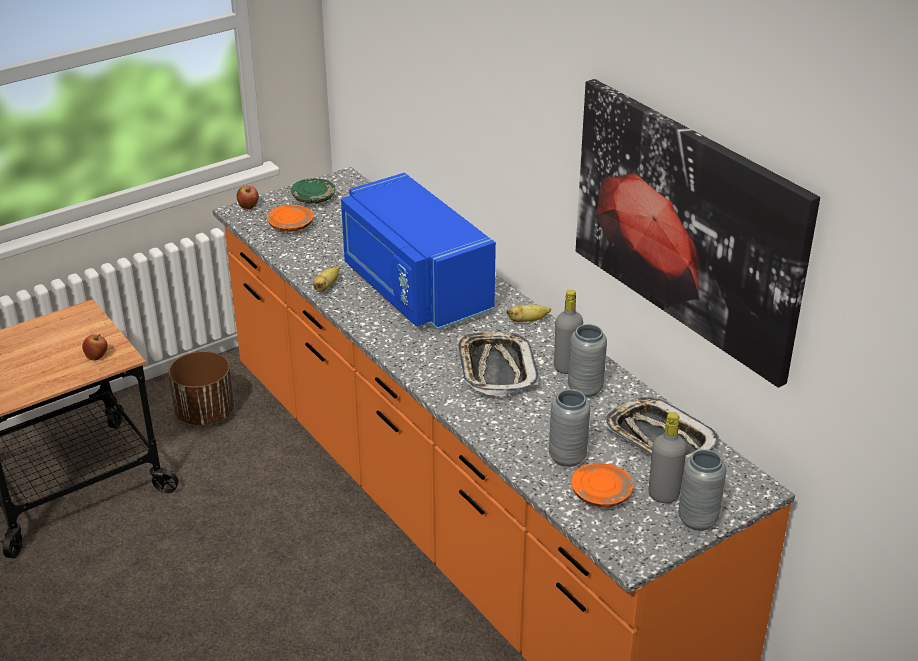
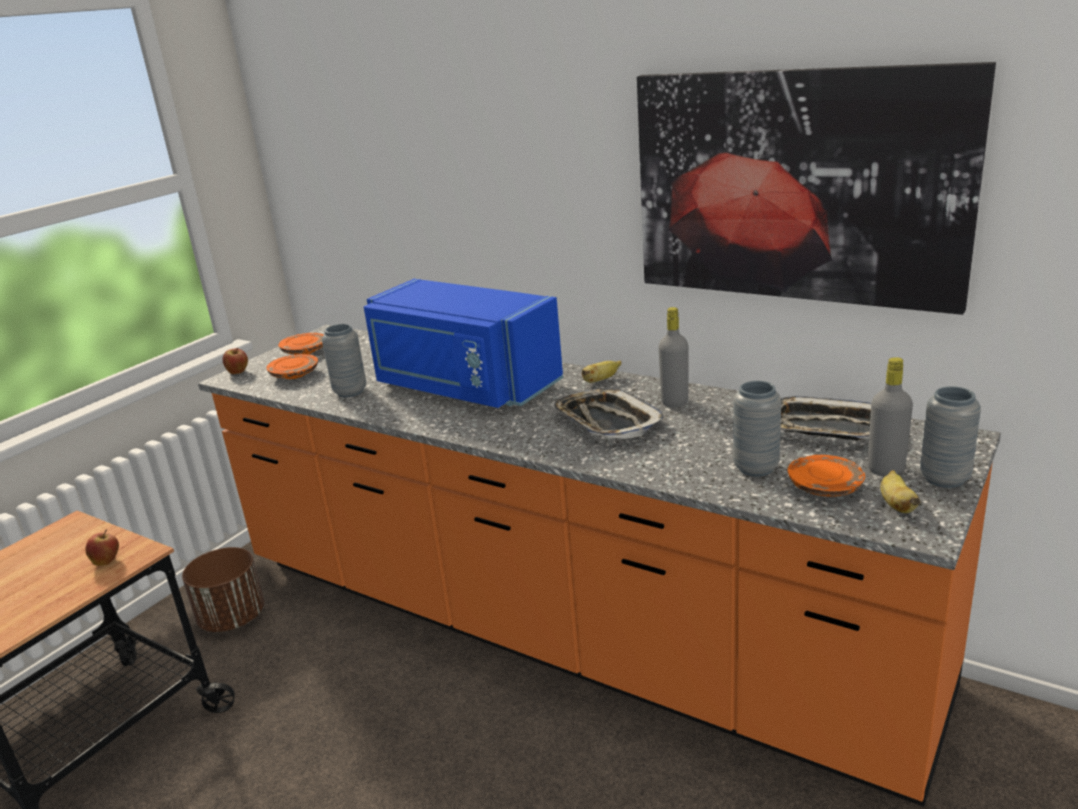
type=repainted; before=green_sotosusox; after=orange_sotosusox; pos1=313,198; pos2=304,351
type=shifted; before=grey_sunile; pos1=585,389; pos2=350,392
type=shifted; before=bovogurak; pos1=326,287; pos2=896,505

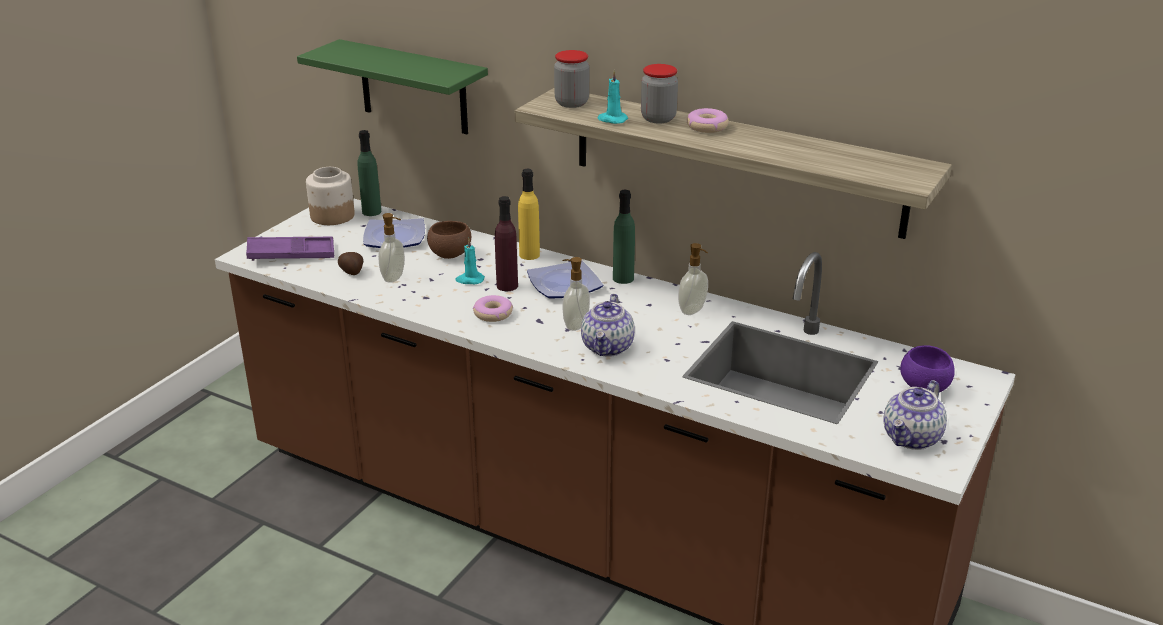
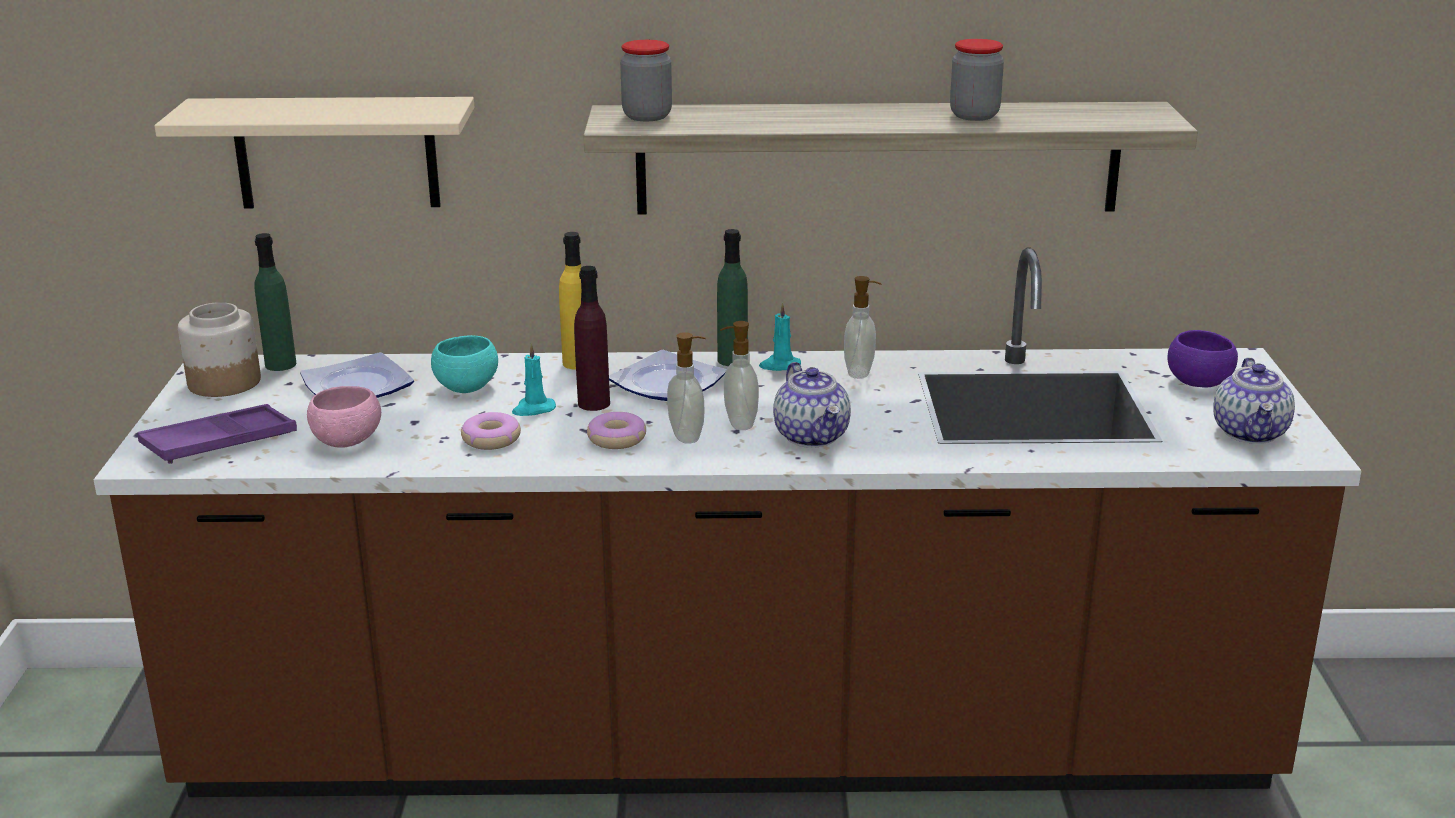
type=repainted; before=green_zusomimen; after=beige_zusomimen; pos1=413,87; pos2=336,152
type=swapped; before=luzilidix; after=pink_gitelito; pos1=352,272; pos2=347,441
type=repainted; before=brown_gitelito; after=turquoise_gitelito; pos1=450,254; pos2=467,387
type=shifted; before=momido; pos1=707,127; pos2=491,439
type=shifted; before=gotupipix; pos1=394,278; pos2=688,436
type=shifted; before=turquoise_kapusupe; pos1=612,120; pos2=779,366
type=shifted; before=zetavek; pos1=658,118; pos2=974,115

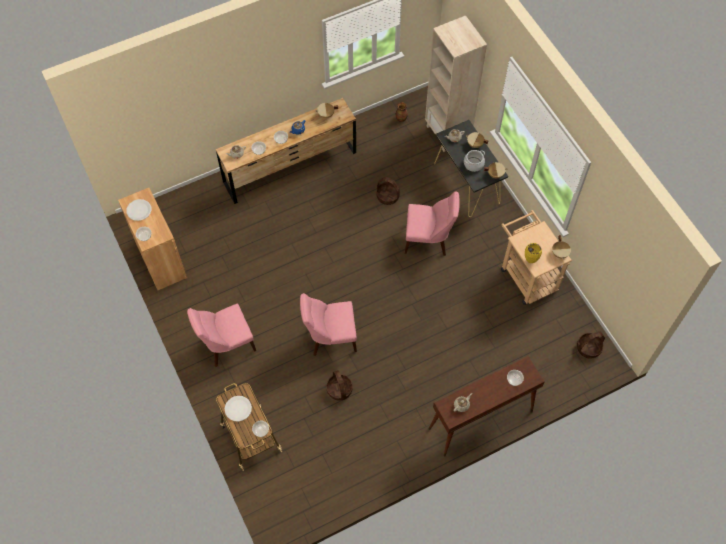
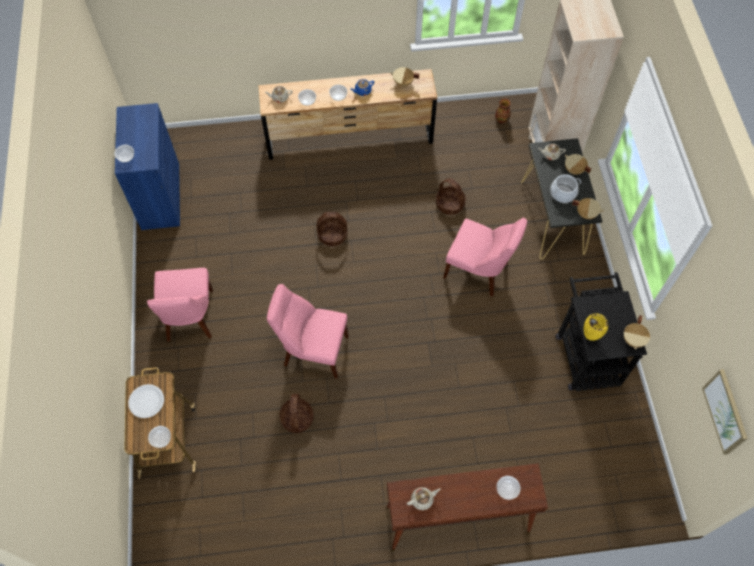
type=repainted; before=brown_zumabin; after=blue_zumabin; pos1=160,259; pos2=160,196
type=rotated; before=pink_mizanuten; pos1=226,344; pos2=189,318; turn=-90
type=shifted; before=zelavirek; pos1=588,348; pos2=332,235
type=repainted; before=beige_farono; after=black_farono; pos1=526,275; pos2=585,353
type=new; after=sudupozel; pos2=725,412
type=gone; before=white_sotosusox; pos1=139,210

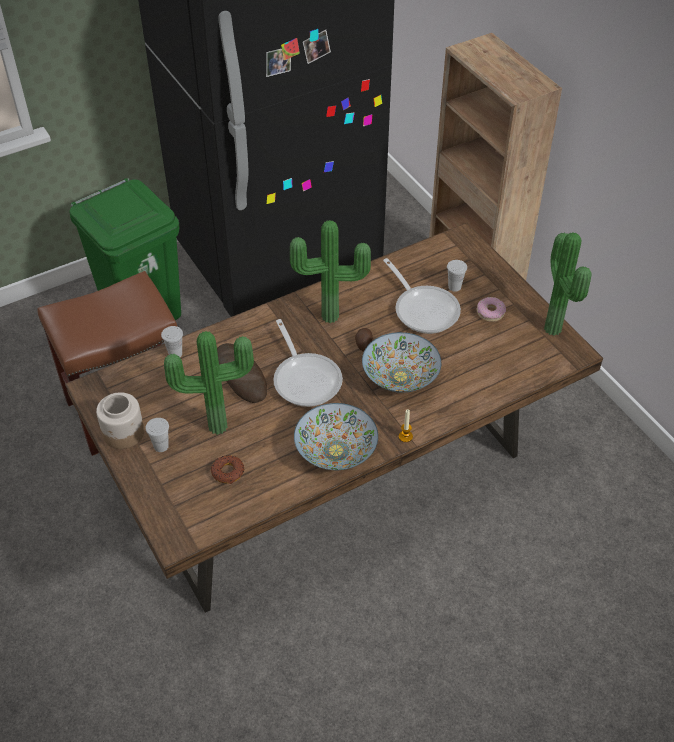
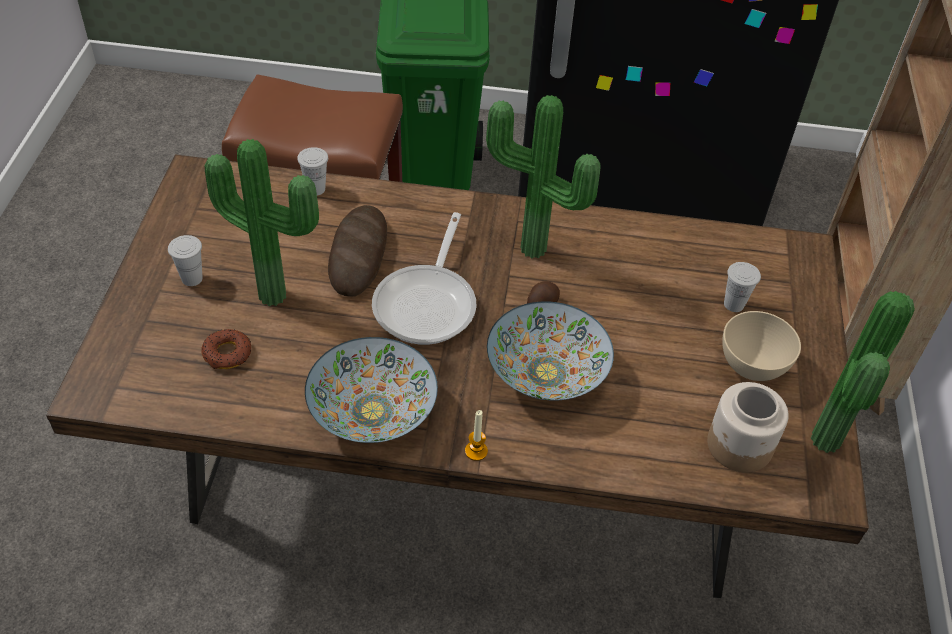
type=shifted; before=zetavek; pos1=123,433; pos2=739,446
type=swapped; before=momido; after=beige_gitelito; pos1=490,312; pos2=752,365
type=gone; before=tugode; pos1=423,309

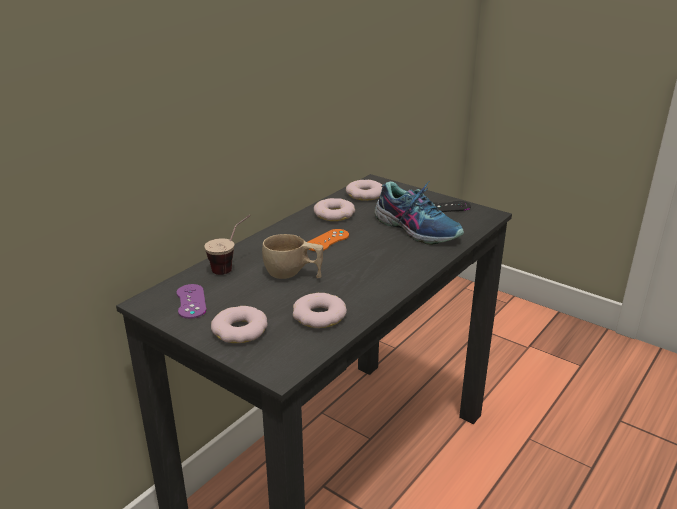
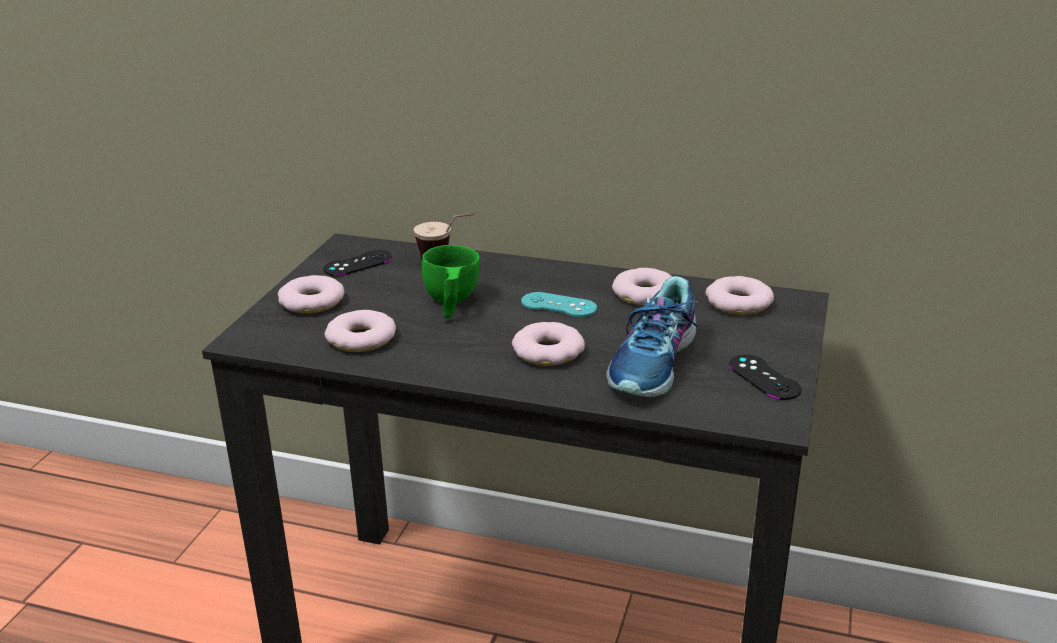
type=repainted; before=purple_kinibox; after=black_kinibox; pos1=191,301; pos2=358,264
type=repainted; before=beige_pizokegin; after=green_pizokegin; pos1=293,274; pos2=450,303
type=new; after=momido; pos2=548,351
type=repainted; before=orange_kinibox; after=turquoise_kinibox; pos1=327,240; pos2=558,305

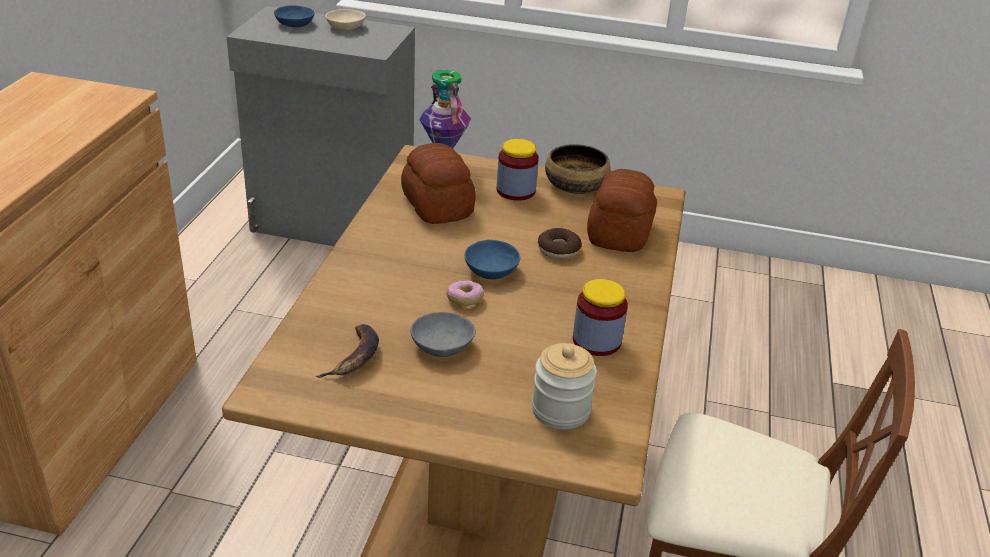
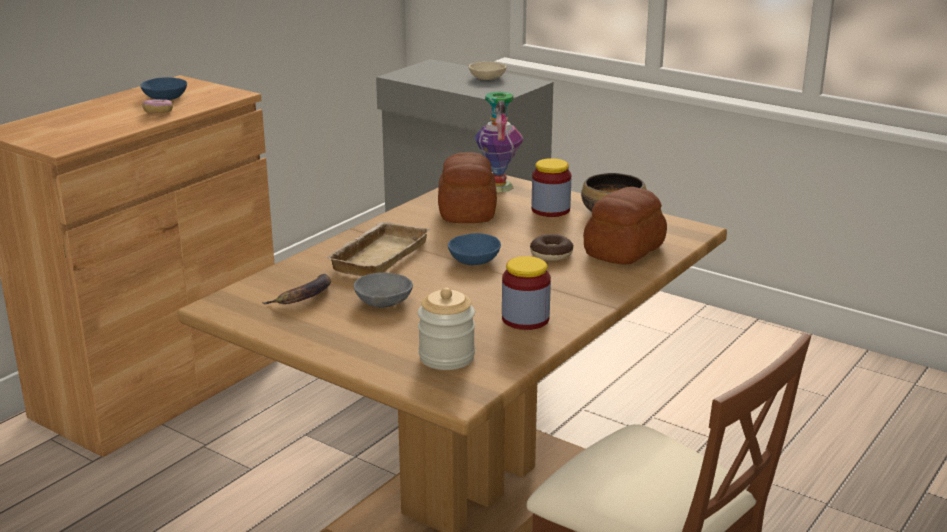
type=shifted; before=blue_gitelito; pos1=294,24; pos2=164,98
type=shifted; before=momido; pos1=464,300; pos2=158,112
type=new; after=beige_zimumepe; pos2=377,255

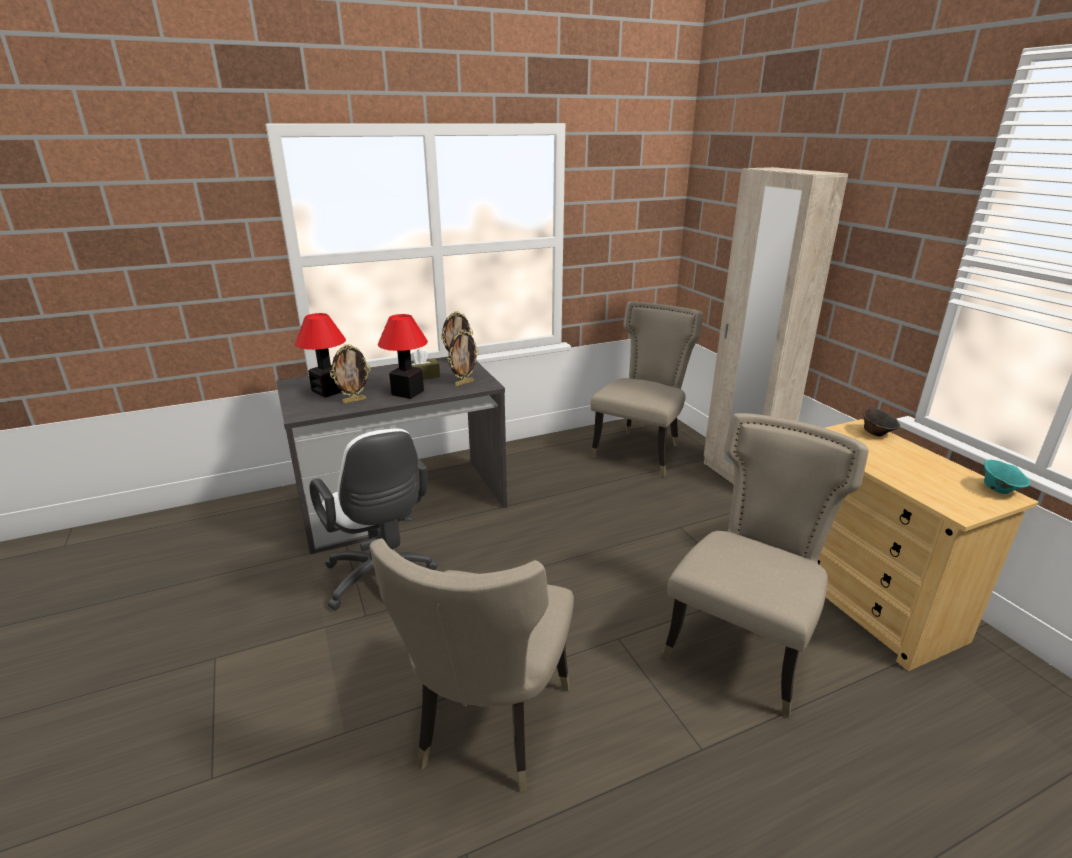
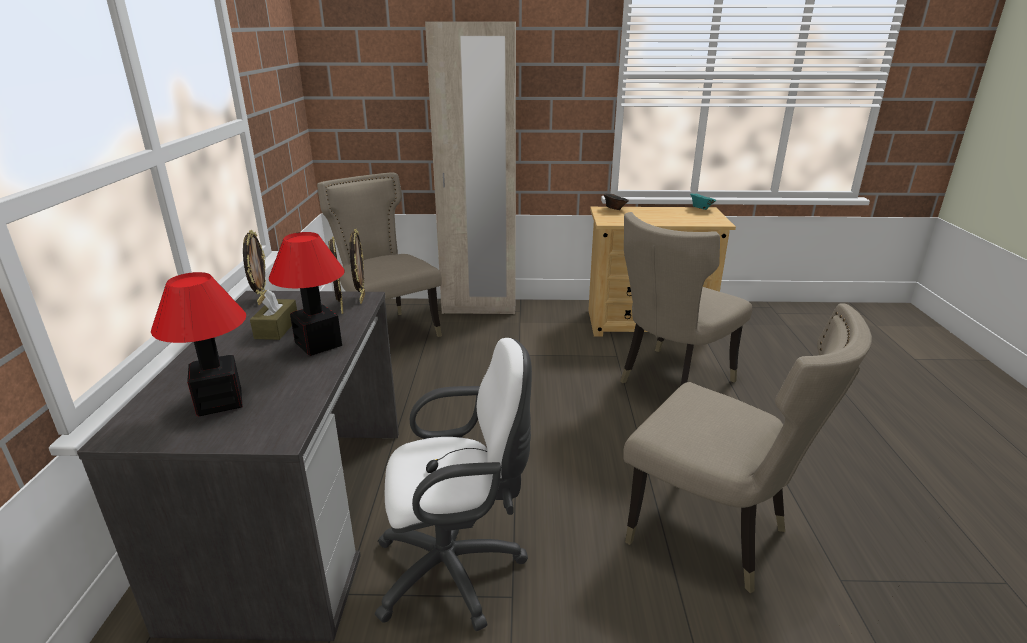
type=shifted; before=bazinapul; pos1=354,401; pos2=361,298
type=rotated; before=beige_mizanuten; pos1=743,647; pos2=670,380; turn=-105

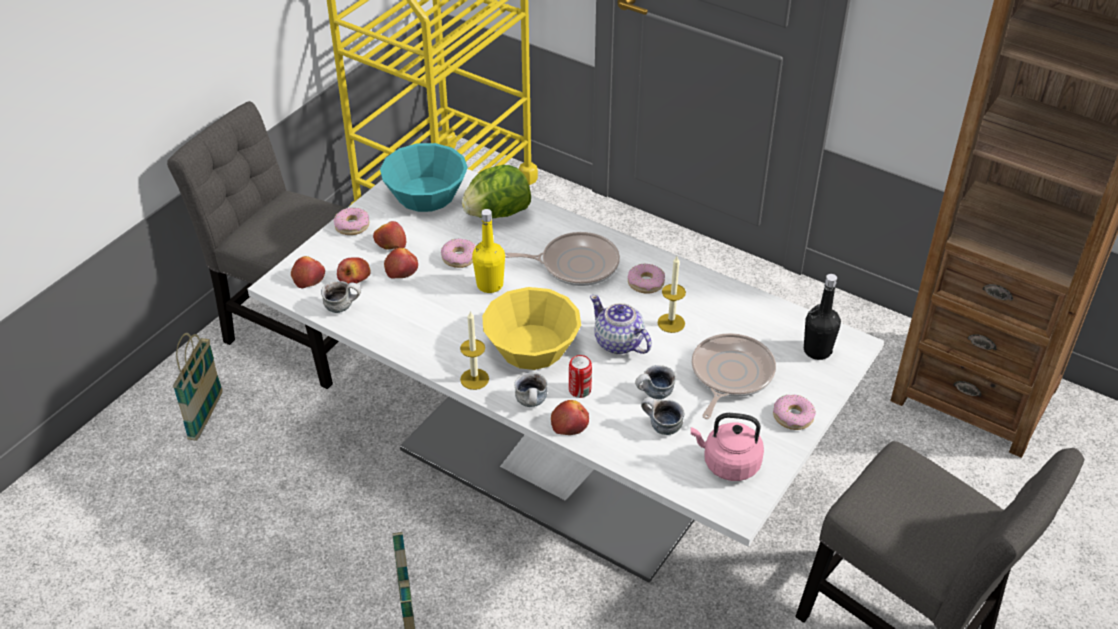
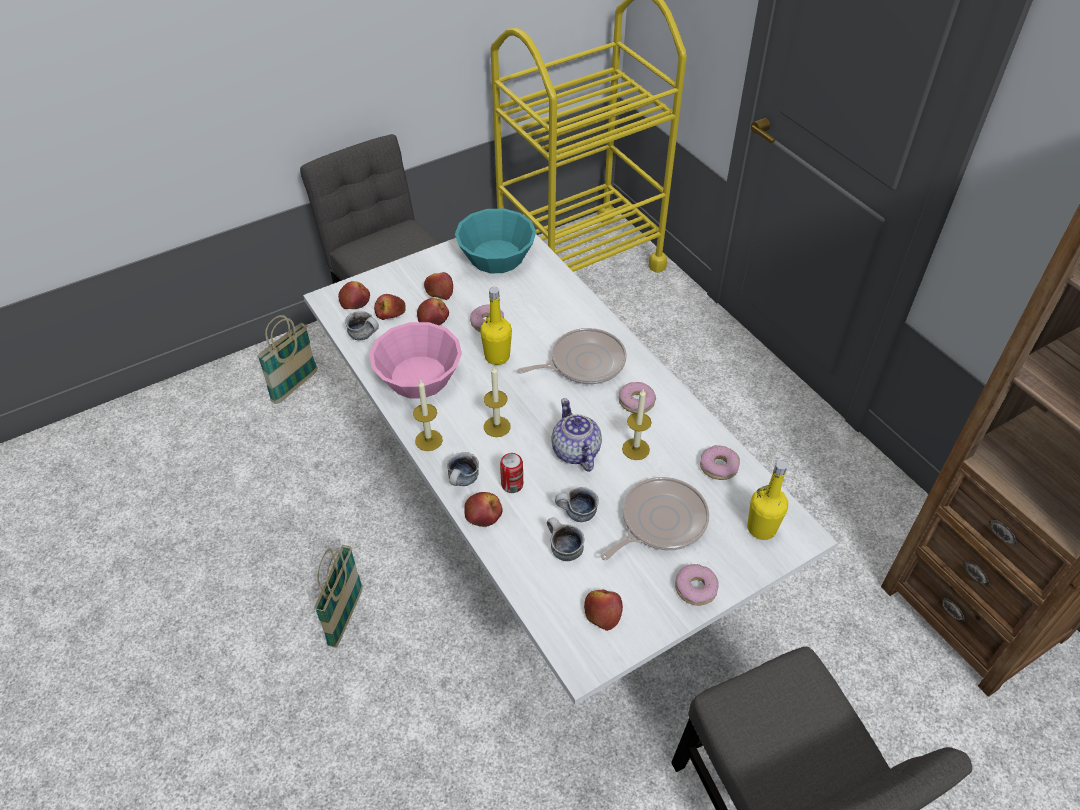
type=new; after=pink_gitelito; pos2=418,376
type=swapped; before=yellow_gitelito; after=kapusupe; pos1=532,346; pos2=497,426
type=rotated; before=tugode; pos1=575,264; pos2=583,362; turn=-45
type=swapped; before=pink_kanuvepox; after=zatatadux; pos1=728,464; pos2=602,612
type=shifted; before=momido; pos1=352,226; pos2=718,467
type=repainted; before=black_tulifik; after=yellow_tulifik; pos1=817,350; pos2=761,528
type=gone; before=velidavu; pos1=497,214

